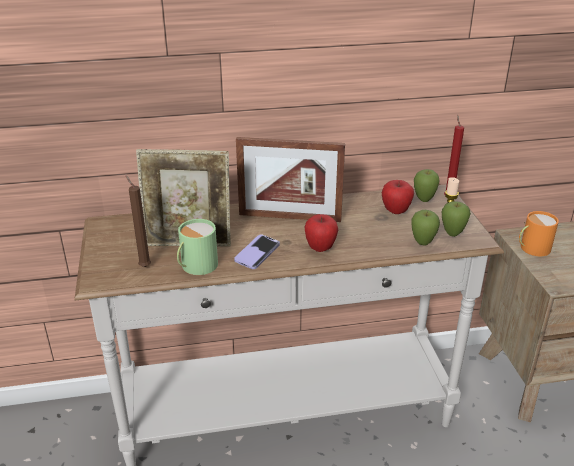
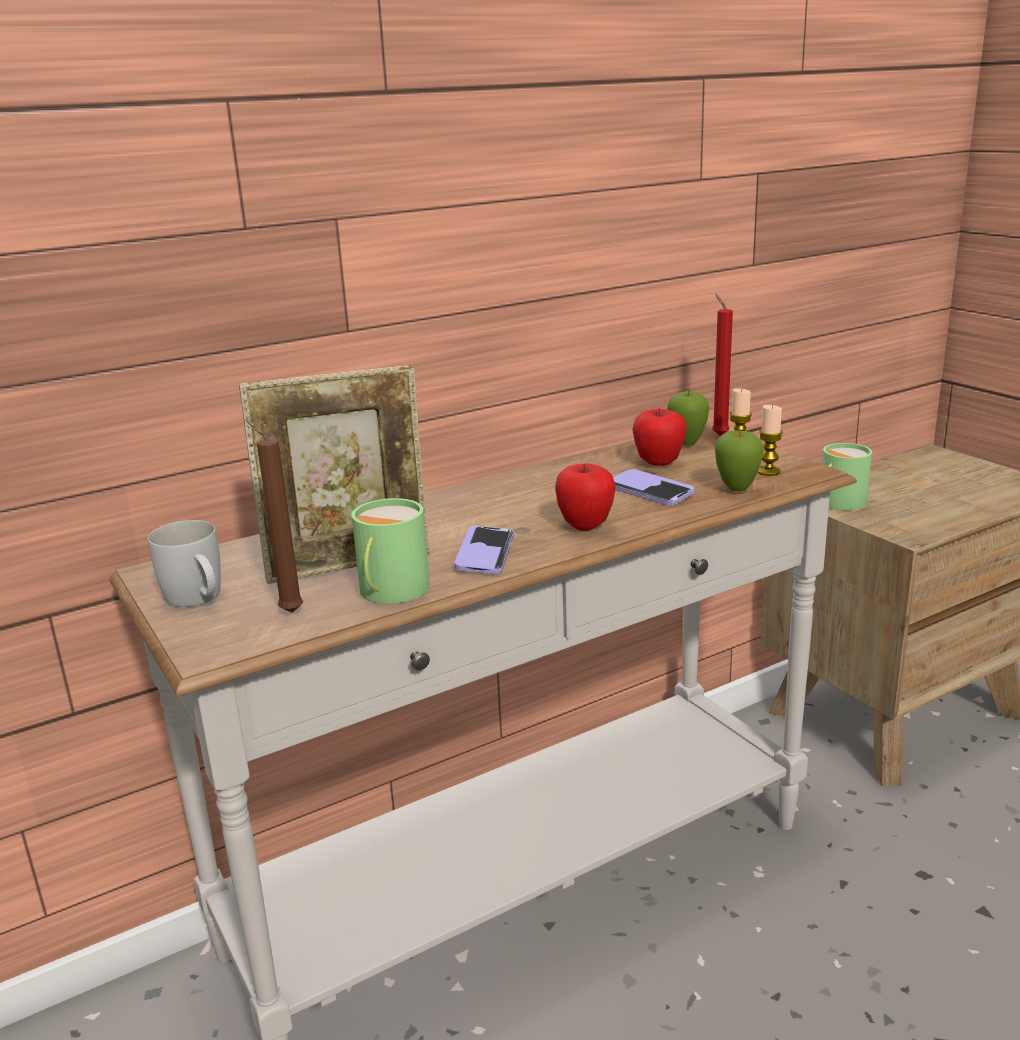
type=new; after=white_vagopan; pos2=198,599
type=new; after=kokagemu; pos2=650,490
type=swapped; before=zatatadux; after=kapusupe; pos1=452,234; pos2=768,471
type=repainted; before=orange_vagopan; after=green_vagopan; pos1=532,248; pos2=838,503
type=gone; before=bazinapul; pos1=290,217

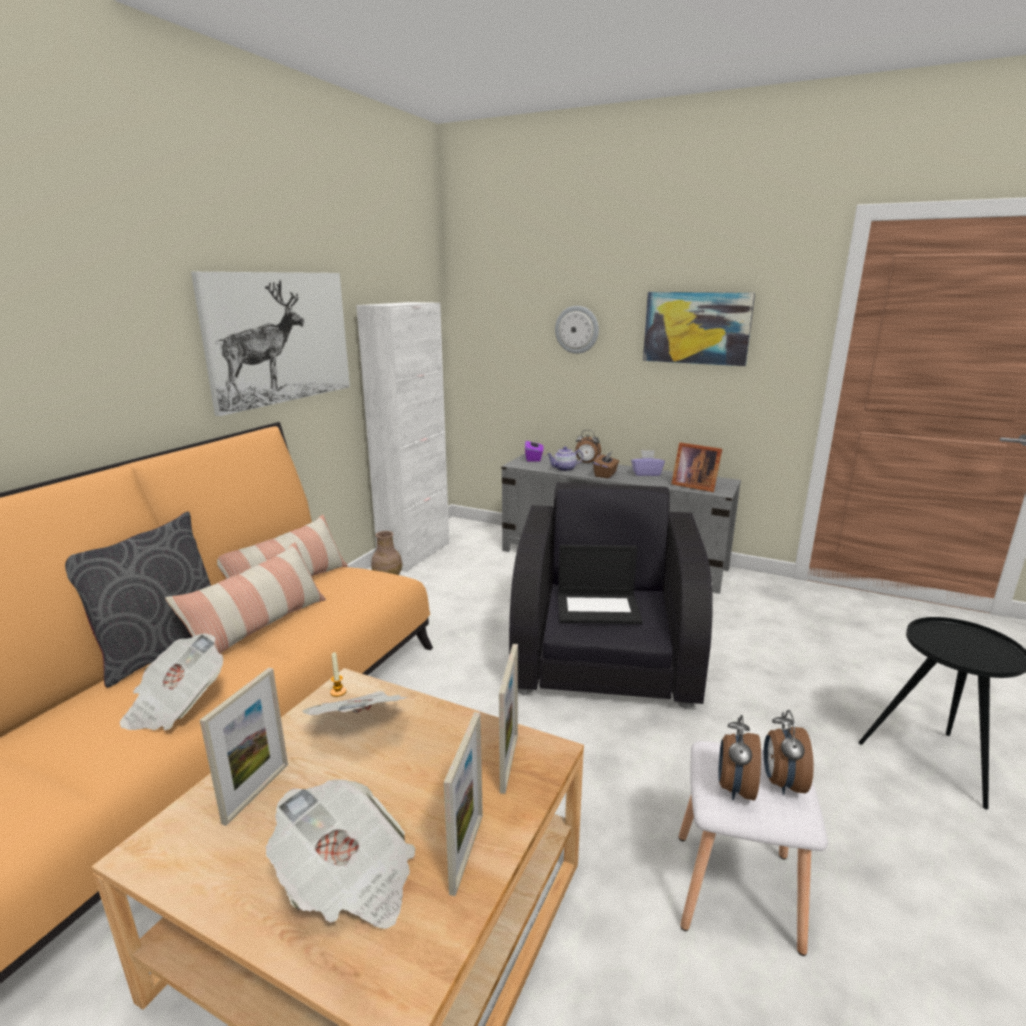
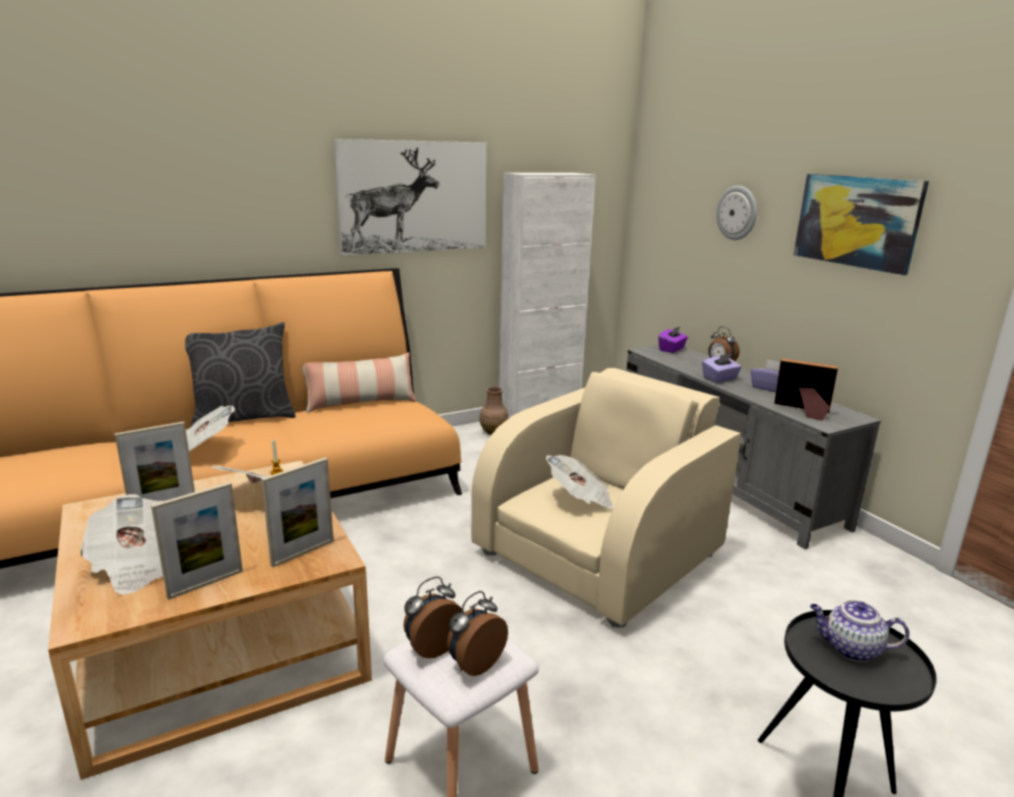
type=repainted; before=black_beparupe; after=beige_beparupe; pos1=604,652; pos2=599,552
type=swapped; before=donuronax; after=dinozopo; pos1=599,608; pos2=580,498
type=repainted; before=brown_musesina; after=purple_musesina; pos1=605,474; pos2=720,379
type=rotated; before=bazinapul; pos1=693,485; pos2=802,411; turn=135
type=shifted; before=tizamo; pos1=564,469; pos2=850,648
type=gone; before=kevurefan; pos1=259,627

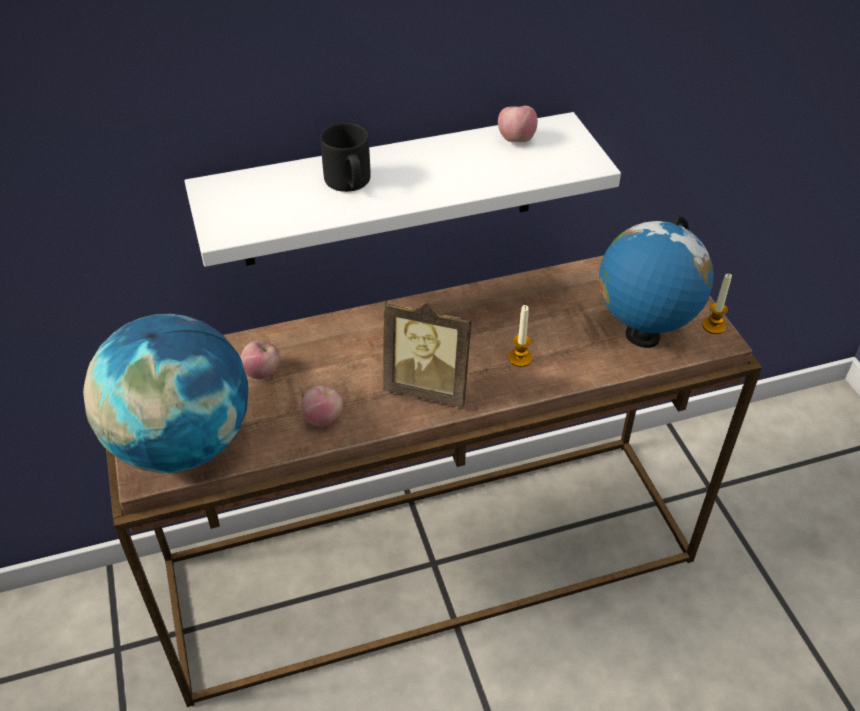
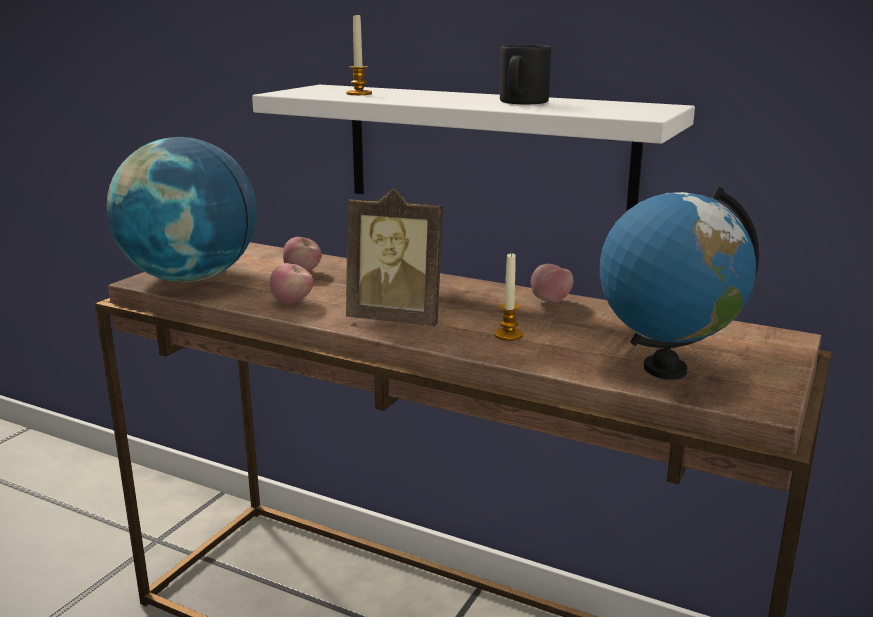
type=shifted; before=kapusupe; pos1=713,326; pos2=359,93
type=rotated; before=bazinapul; pos1=428,387; pos2=398,319; turn=-45
type=shifted; before=black_vagopan; pos1=349,182; pos2=521,102
type=shifted; before=zatatadux; pos1=516,139; pos2=550,301

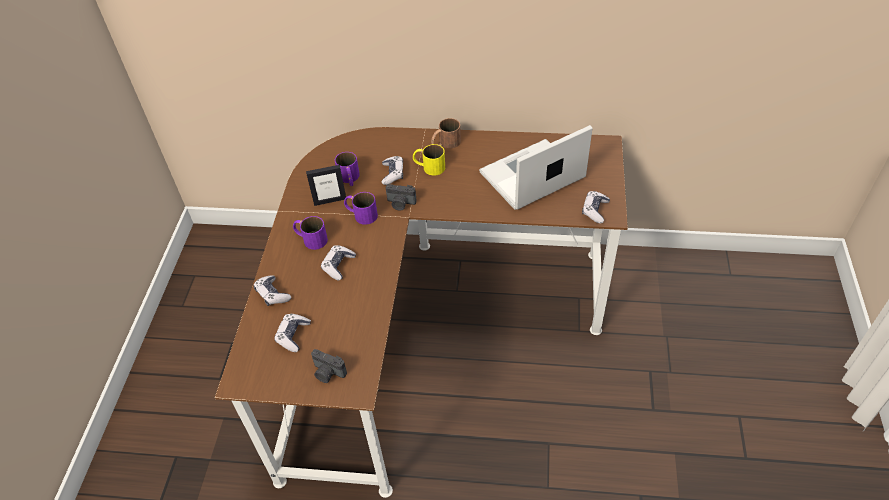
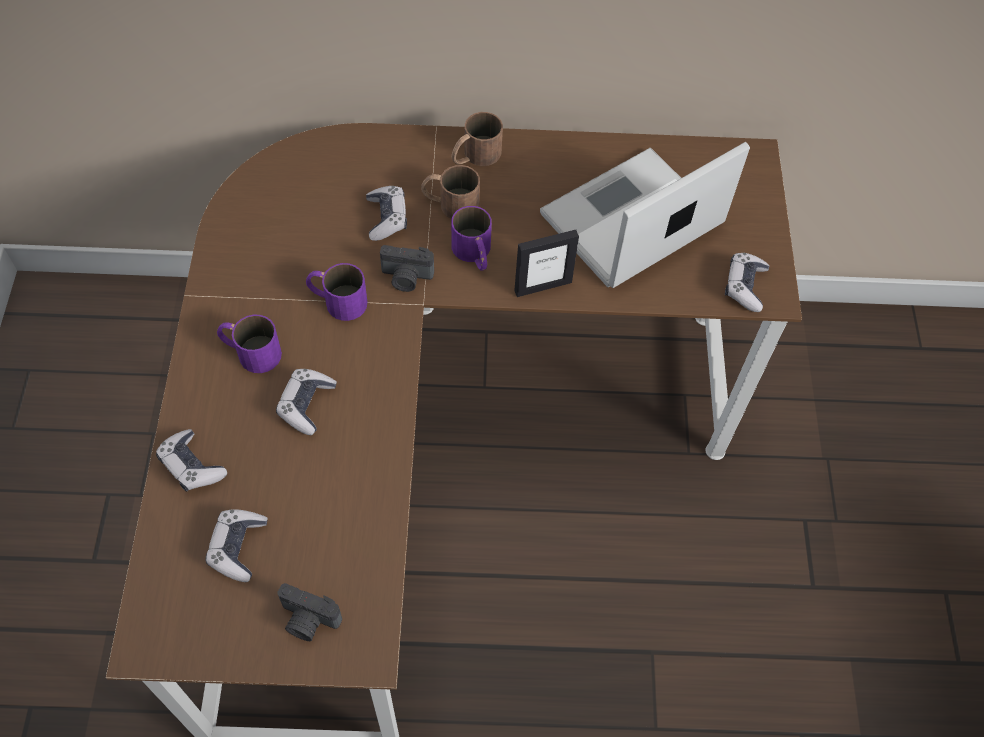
type=repainted; before=yellow_vagopan; after=brown_vagopan; pos1=429,166; pos2=450,203
type=shifted; before=purple_vagopan; pos1=349,179; pos2=474,254
type=shifted; before=bazinapul; pos1=330,200; pos2=542,286

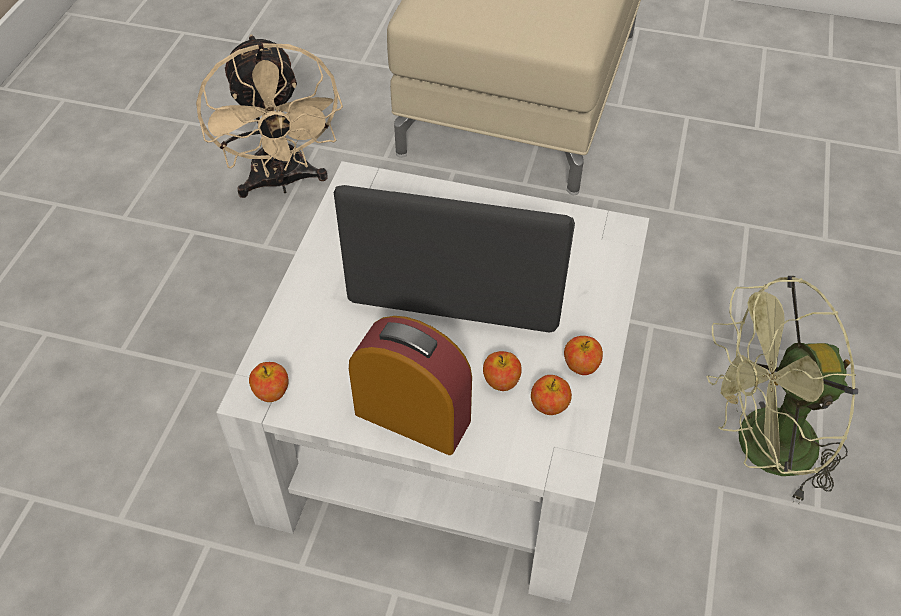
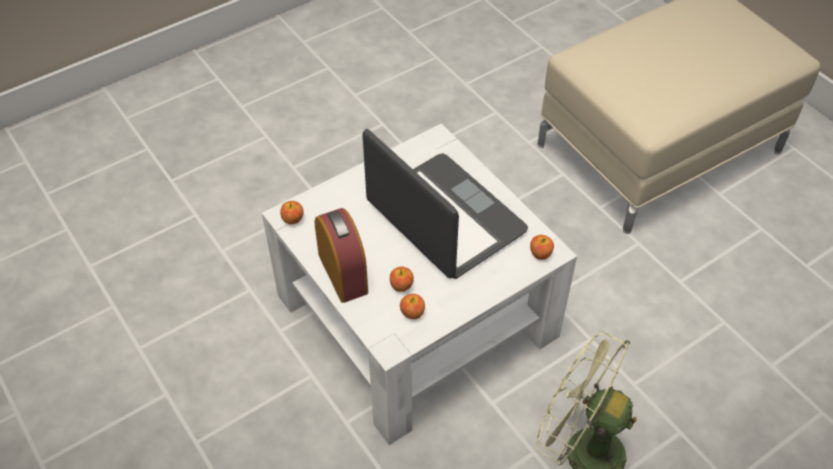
type=shifted; before=zatatadux; pos1=581,366; pos2=540,254
type=gone; before=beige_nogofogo; pos1=282,182

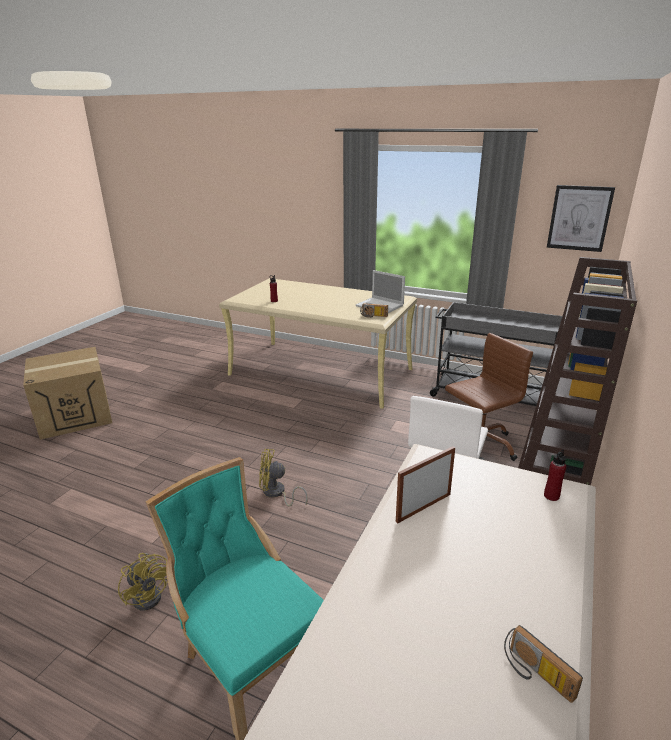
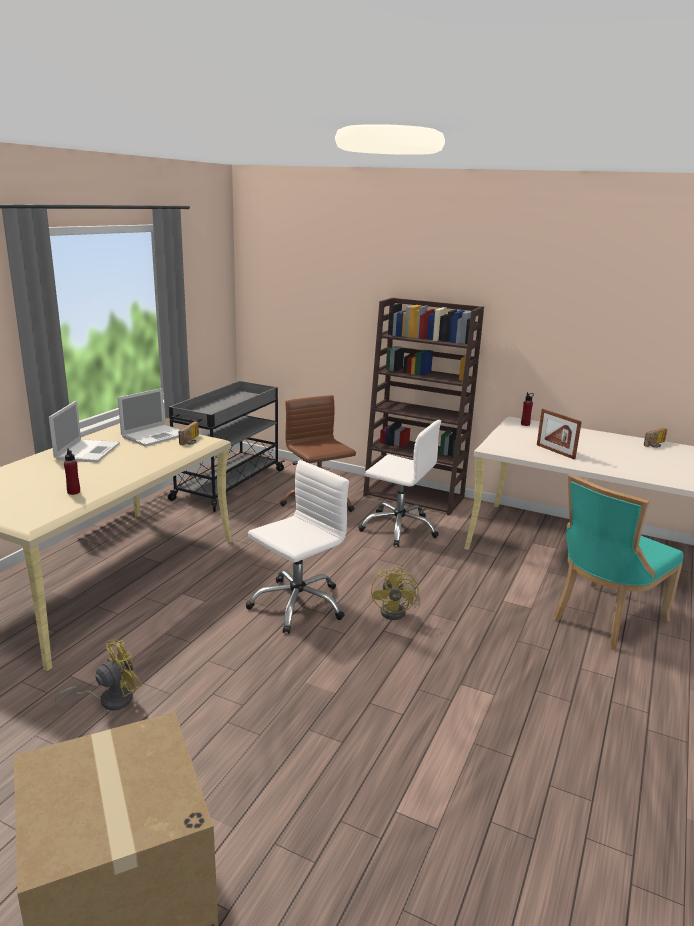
type=new; after=donuronax; pos2=88,451
type=shifted; before=yellow_nogofogo; pos1=150,594; pos2=109,699
type=new; after=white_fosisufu; pos2=297,604
type=gone; before=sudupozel; pos1=579,218

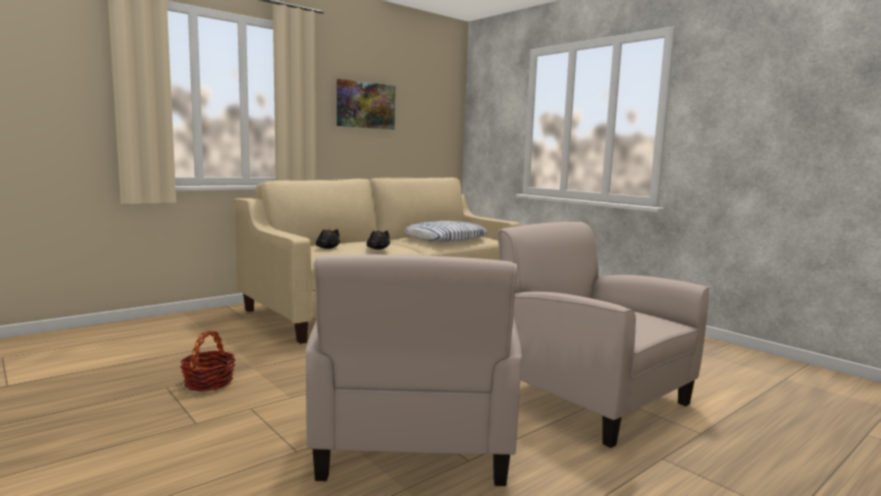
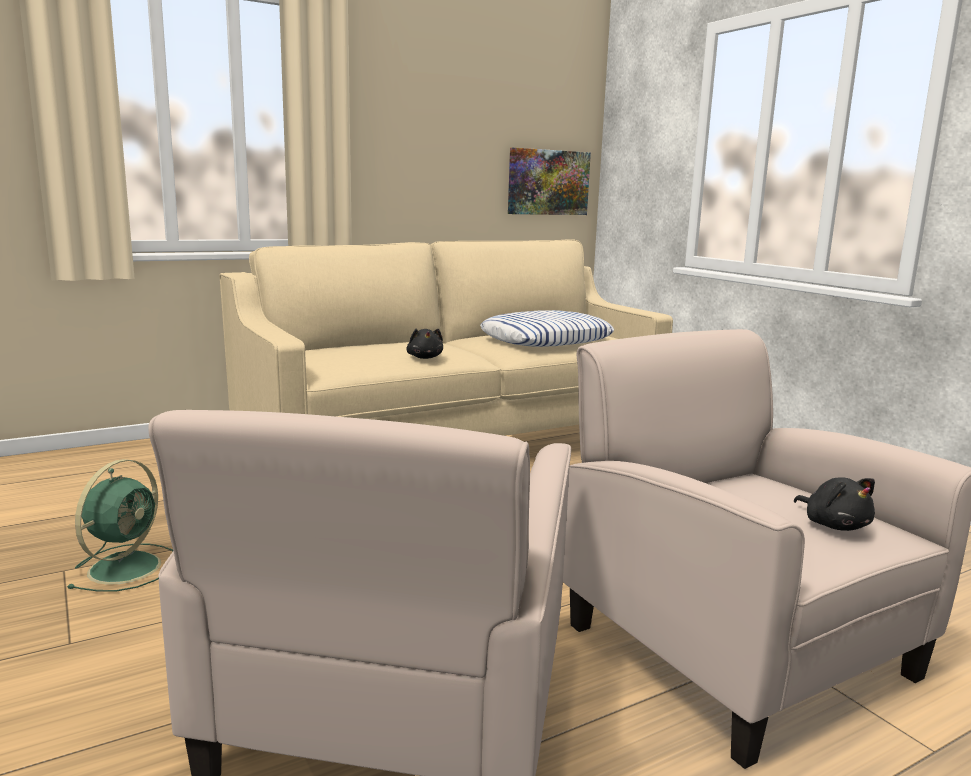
type=swapped; before=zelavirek; after=green_nogofogo; pos1=209,383; pos2=127,566
type=shifted; before=sudupozel; pos1=365,105; pos2=548,182
type=shifted; before=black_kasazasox; pos1=327,248; pos2=834,525

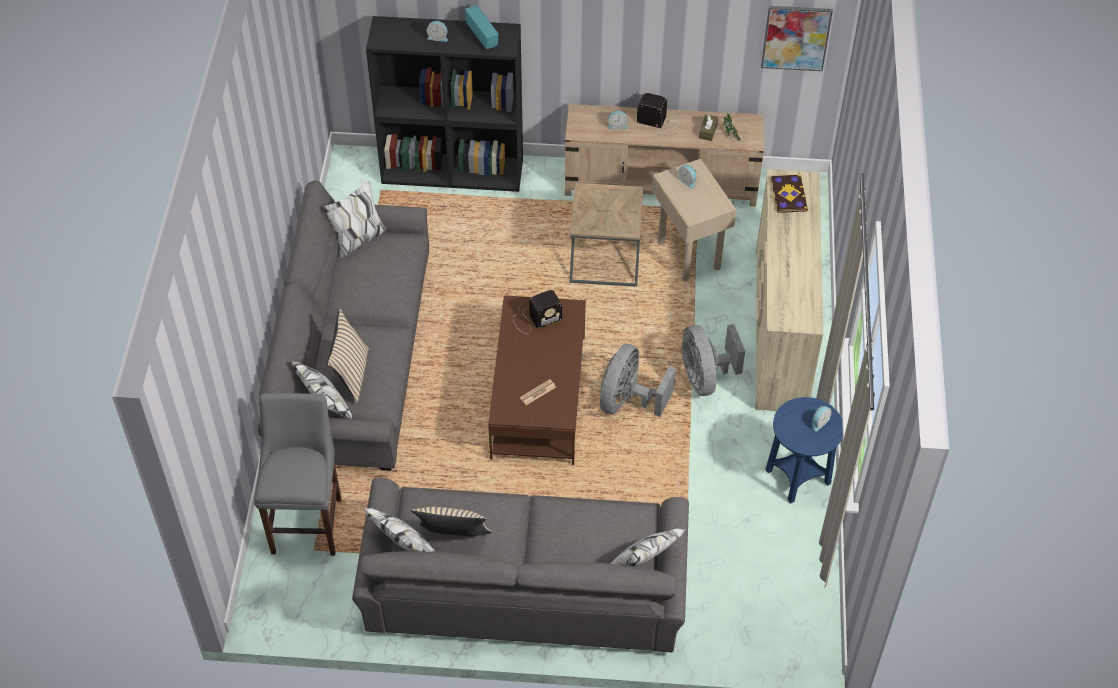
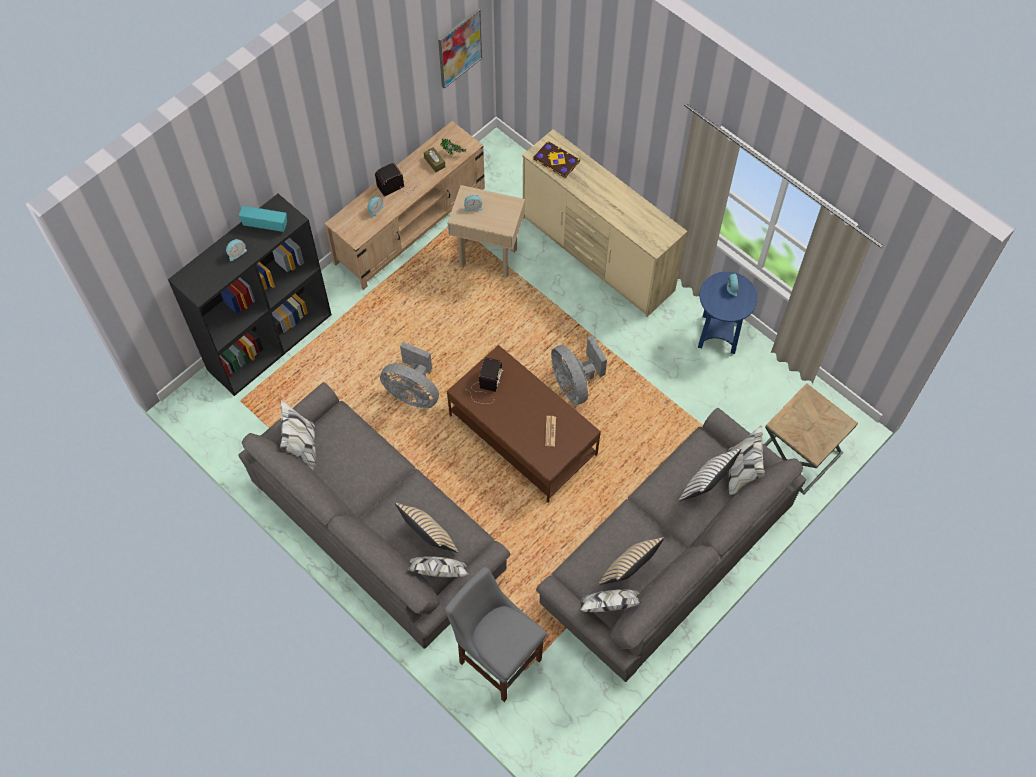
type=shifted; before=grey_nogofogo; pos1=705,377; pos2=413,393
type=new; after=white_kevurefan; pos2=706,486
type=shifted; before=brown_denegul; pos1=605,259; pos2=798,454

